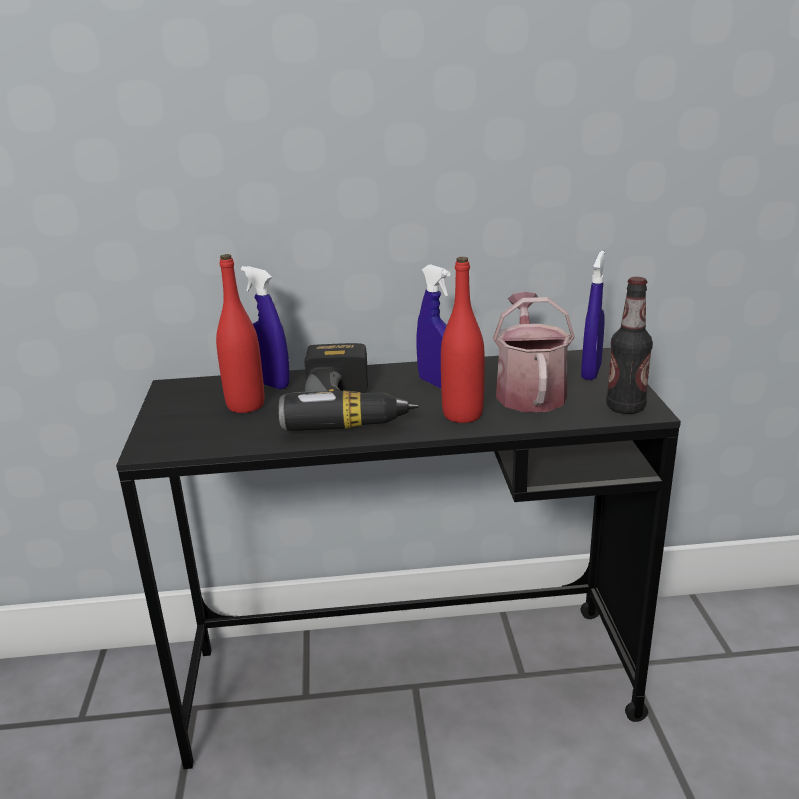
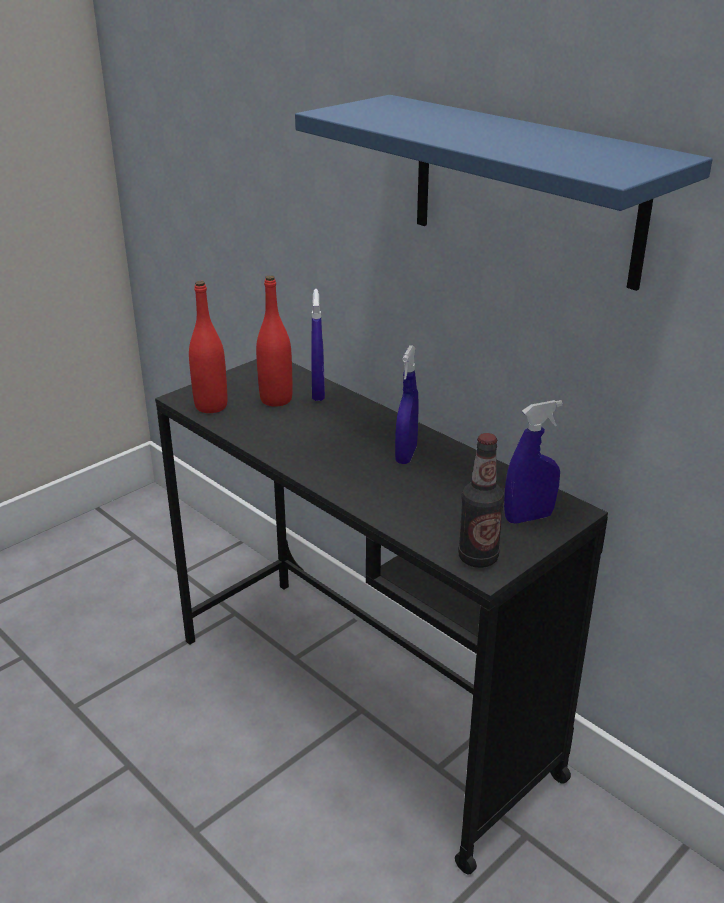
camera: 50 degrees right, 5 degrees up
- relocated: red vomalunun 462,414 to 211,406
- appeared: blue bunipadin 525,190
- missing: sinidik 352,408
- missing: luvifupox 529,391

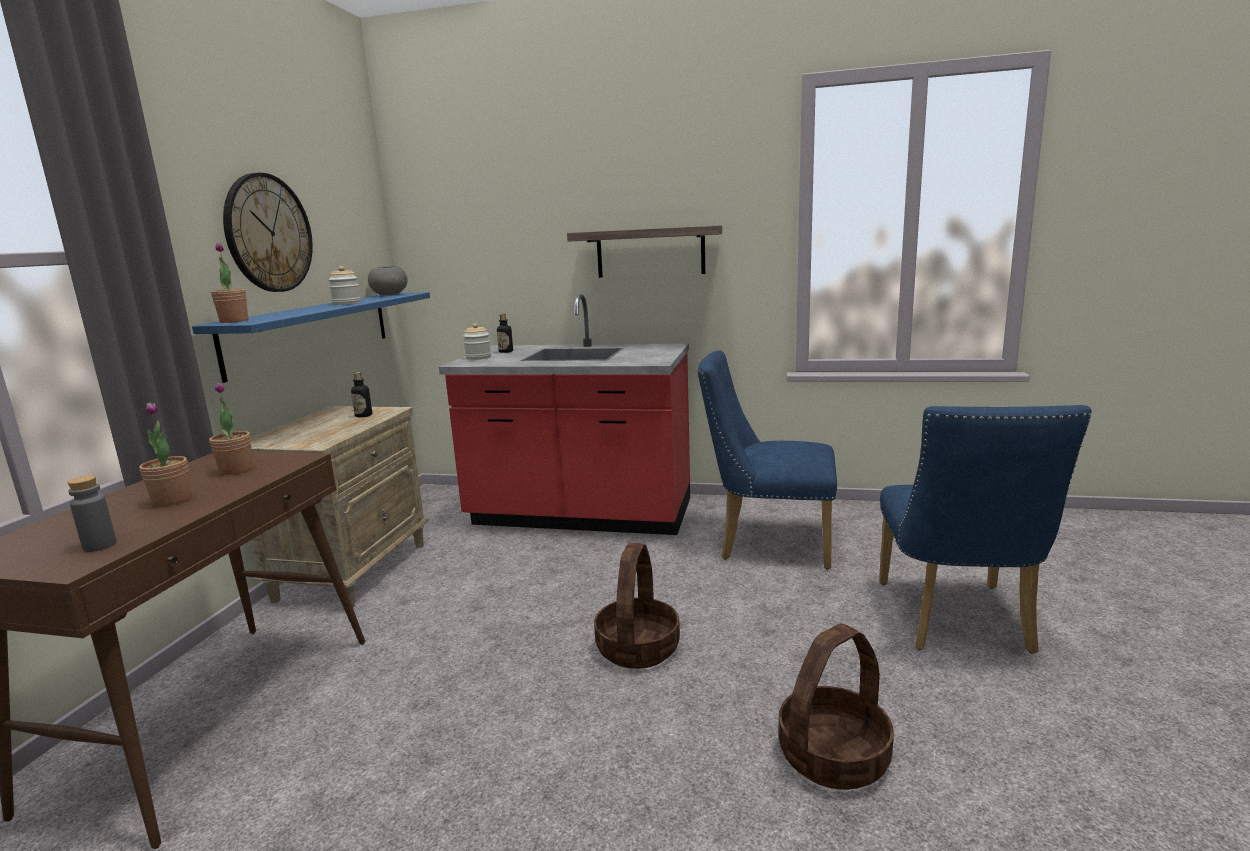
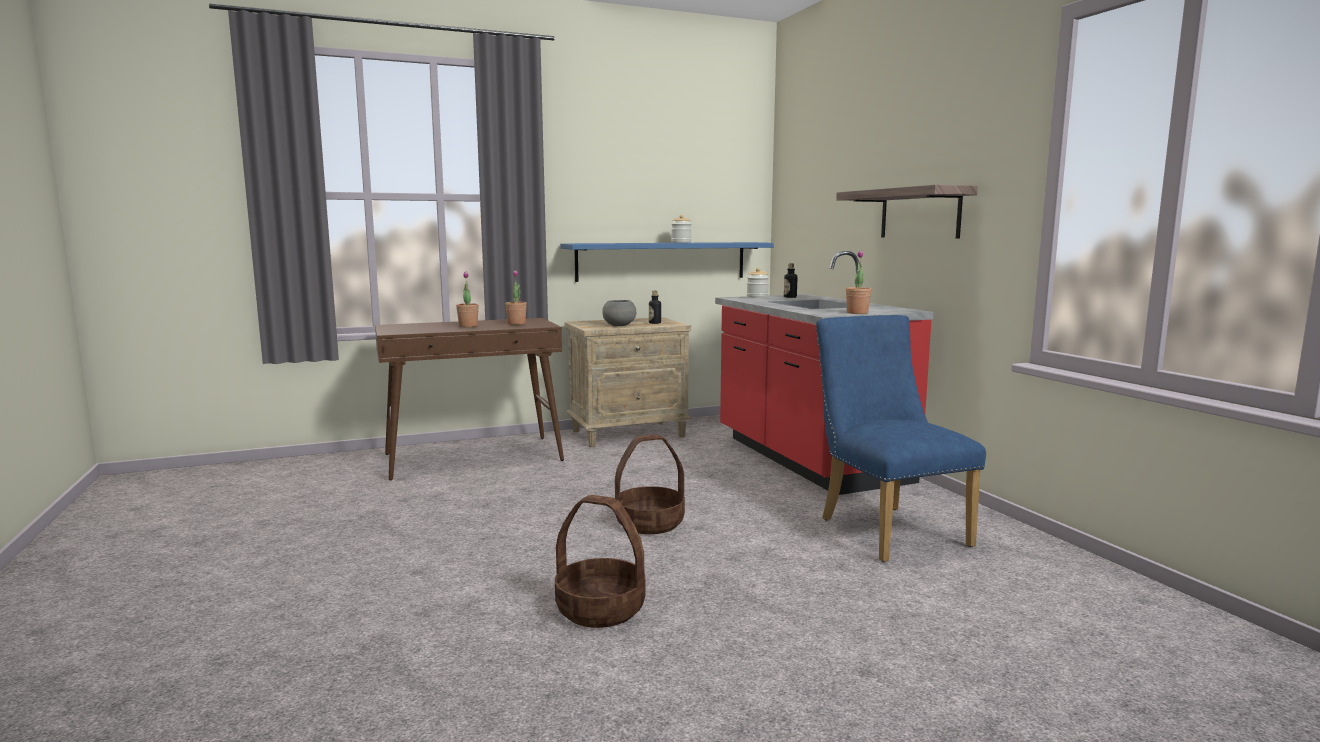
camera: 55 degrees right, 5 degrees down
- relocated: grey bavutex 389,294 to 619,325
- relocated: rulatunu 234,321 to 857,313
- missing: grey vomalunun 100,546
- missing: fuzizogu 268,233
- missing: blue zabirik 956,623

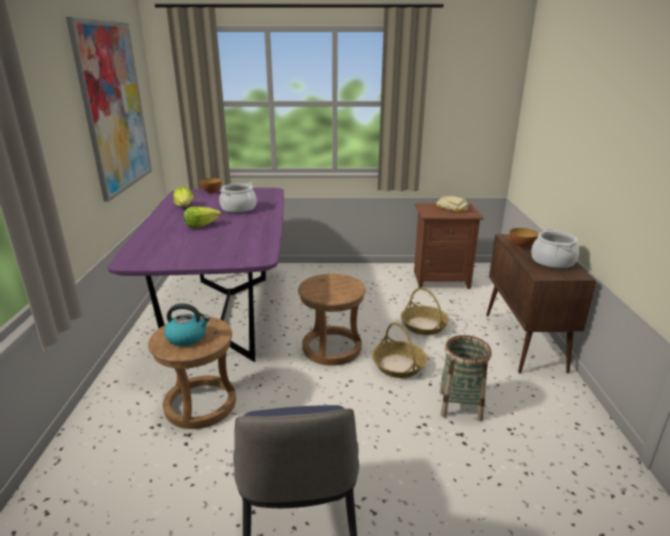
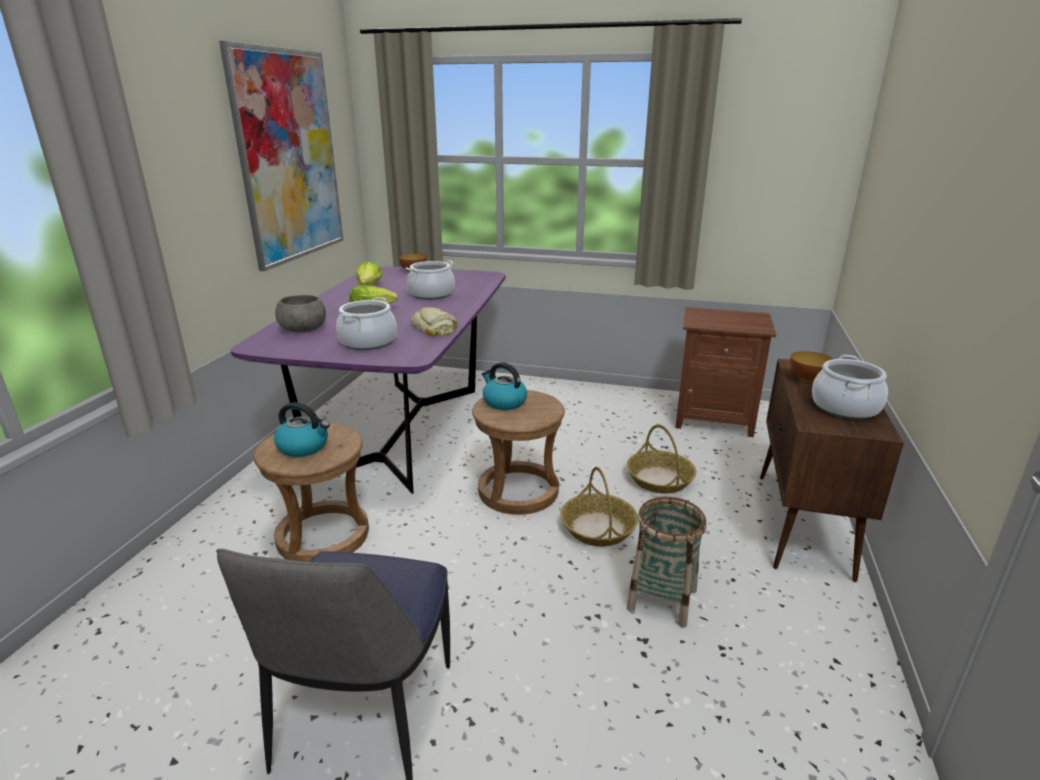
camera: 15 degrees right, 0 degrees up
- appeared: grey bavutex 304,329
- appeared: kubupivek 368,342
- relocated: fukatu 452,208 to 434,328
- appeared: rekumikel 504,402

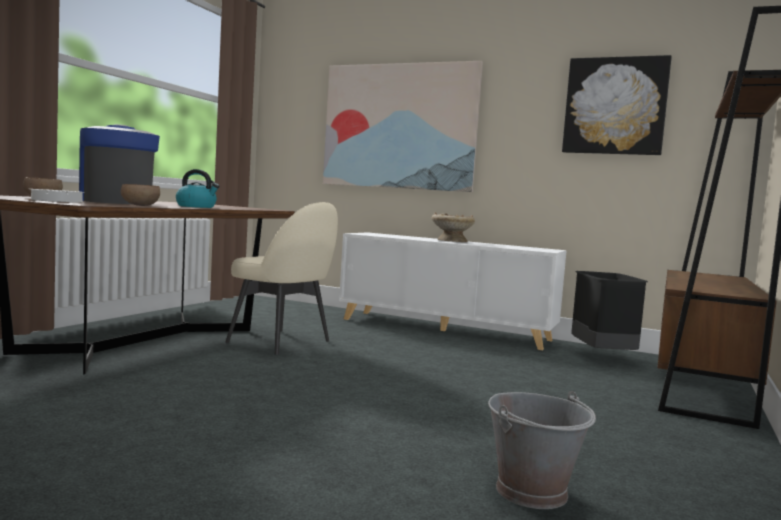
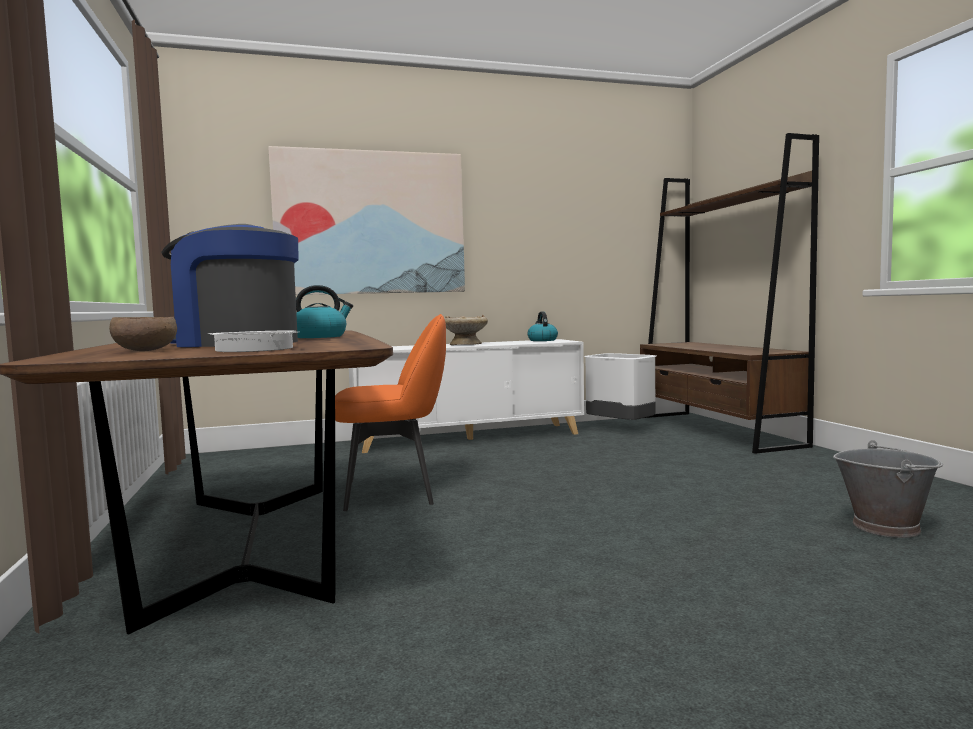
camera: 40 degrees left, 0 degrees up
- colour: beige zabirik 281,342 to orange zabirik 392,492
- appeared: rekumikel 542,340
- colour: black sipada 603,357 to white sipada 621,428
- missing: brown bavutex 140,205
- missing: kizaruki 615,106

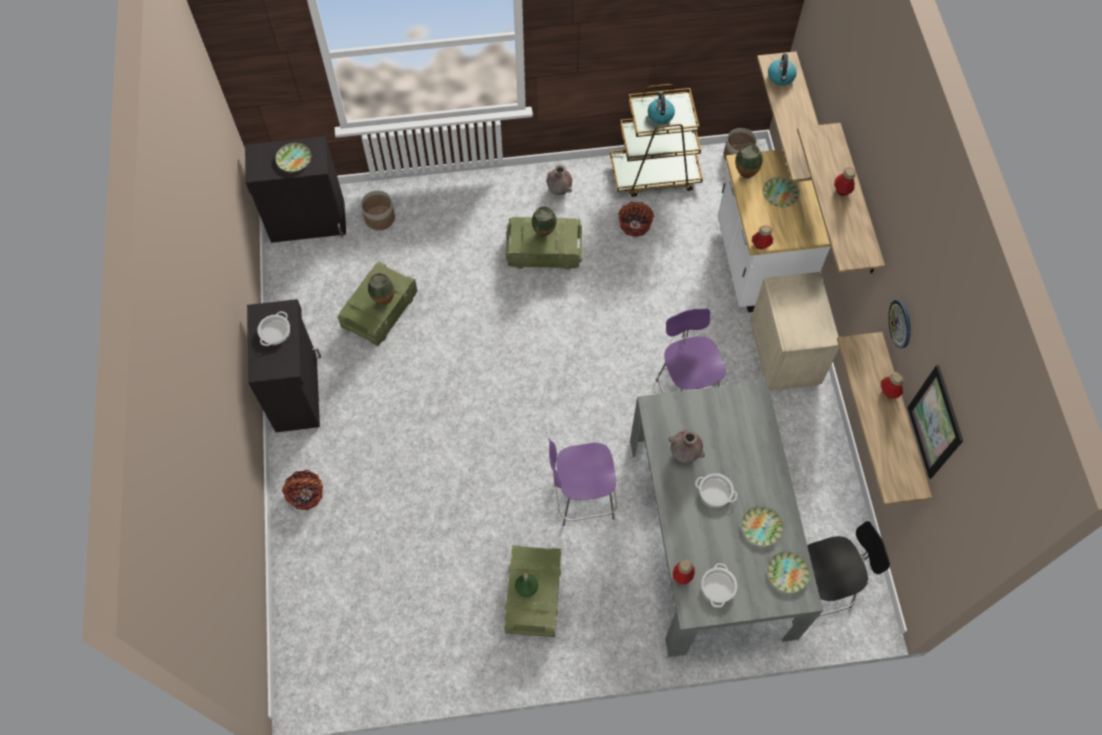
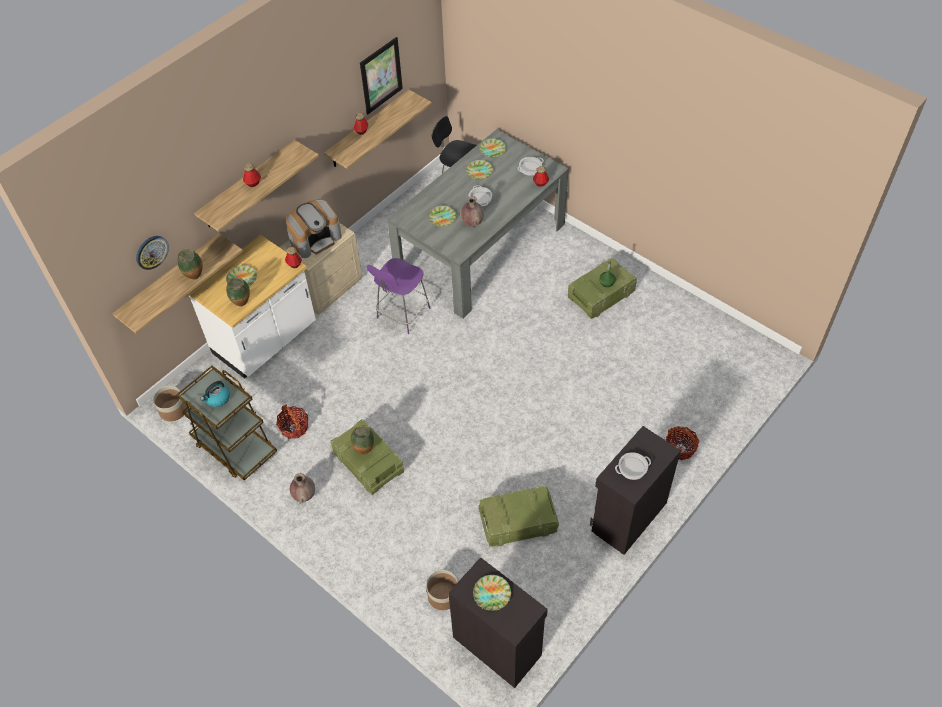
camera: 130 degrees left, 10 degrees down
- relocated: fuzizogu 901,323 to 151,252
- relocated: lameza 383,301 to 195,278
- appeared: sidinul 315,239
- appeared: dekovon 442,217
- missing: purple zabirik 582,498
- missing: rekumikel 781,77

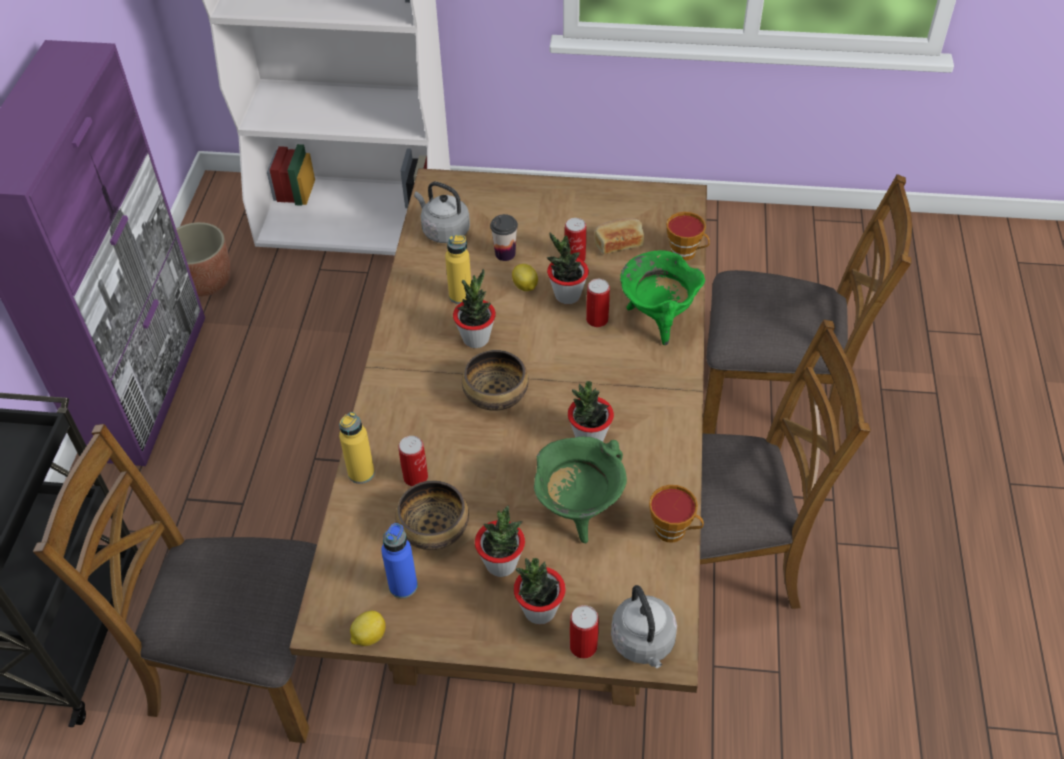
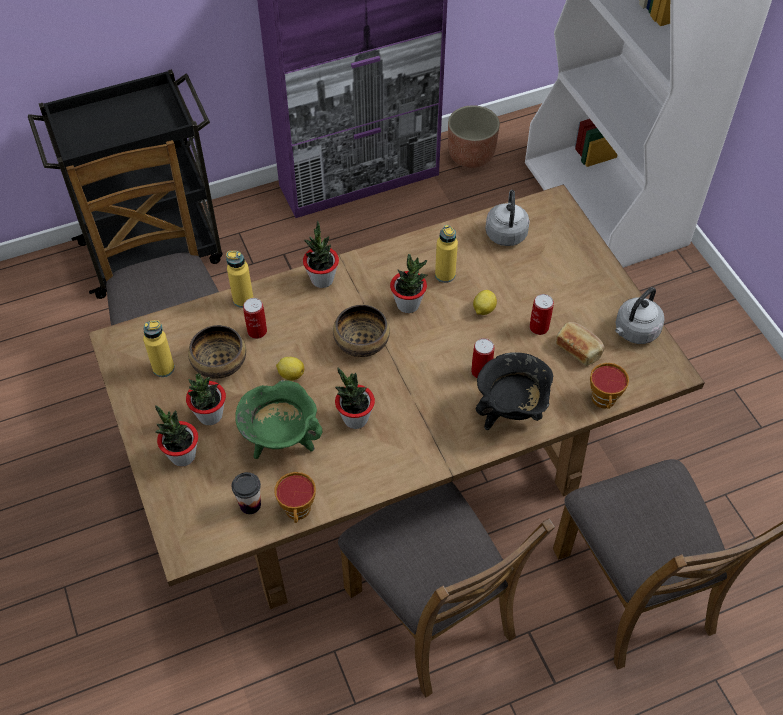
camera: 60 degrees right, 5 degrees up
- colour: blue vomalunun 403,586 to yellow vomalunun 163,368
- relocated: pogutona 505,254 to 250,504
- relocated: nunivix 368,636 to 290,374
- relocated: rulatunu 567,295 to 322,279
- colour: green kubupivek 657,319 to black kubupivek 510,412
- relocated: grey rekumikel 644,644 to 634,332
- missing: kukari 583,646

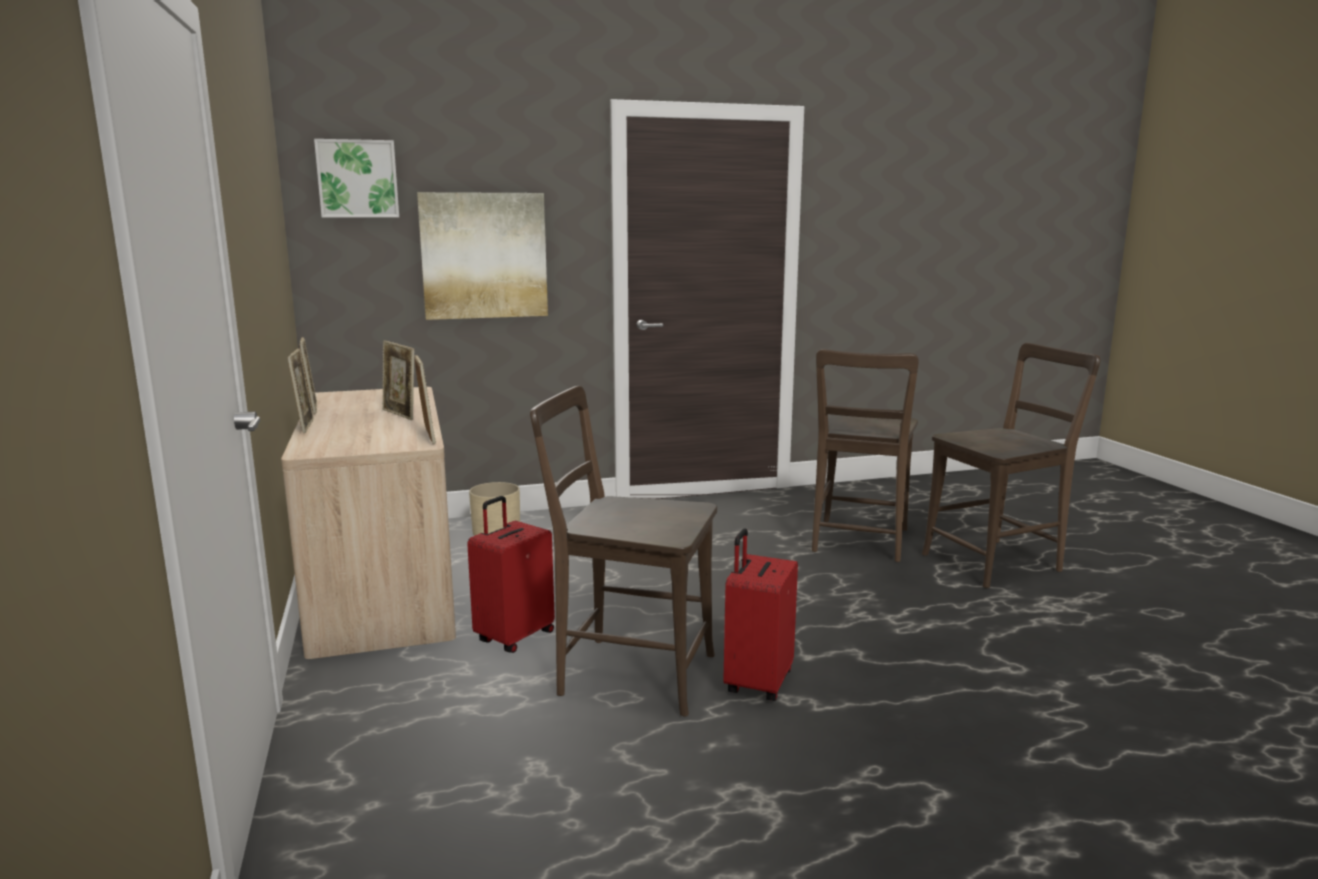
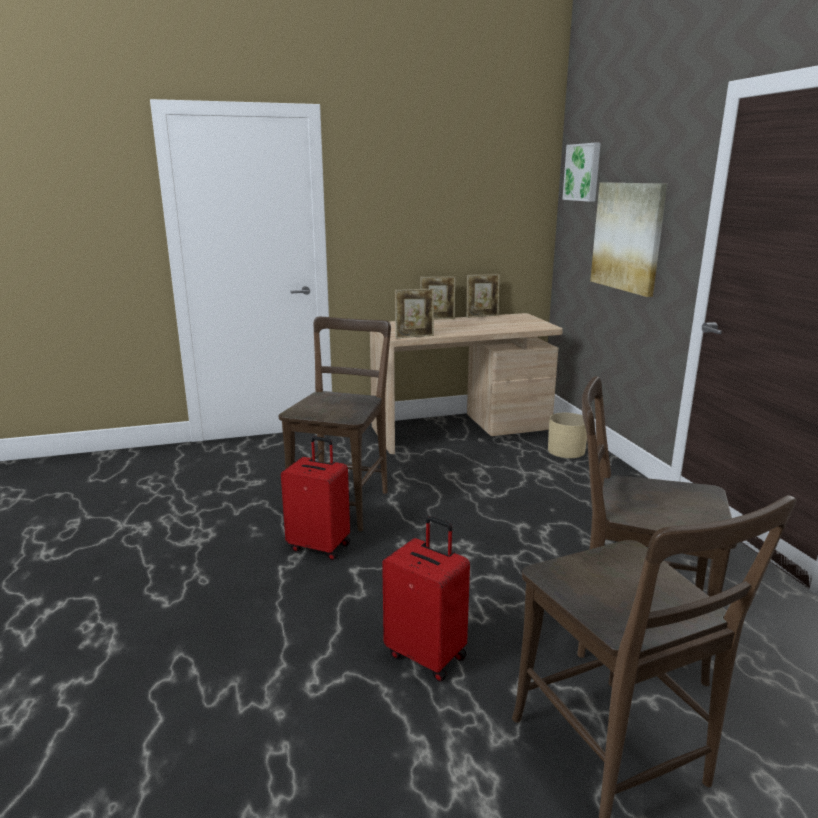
camera: 90 degrees right, 5 degrees up
- relocated: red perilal 514,637 to 427,655
- missing: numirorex 400,414

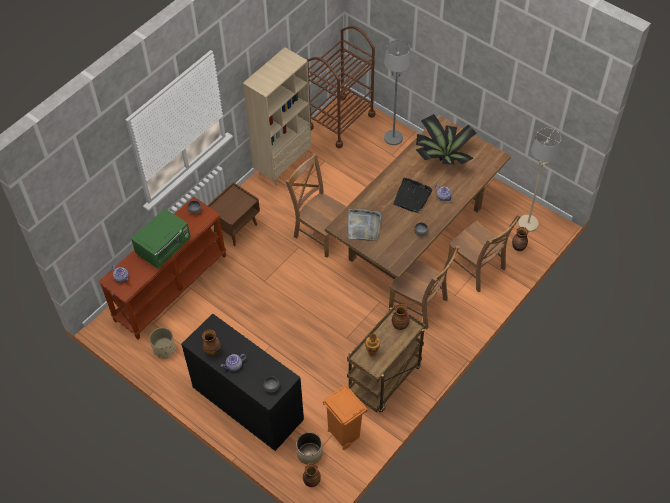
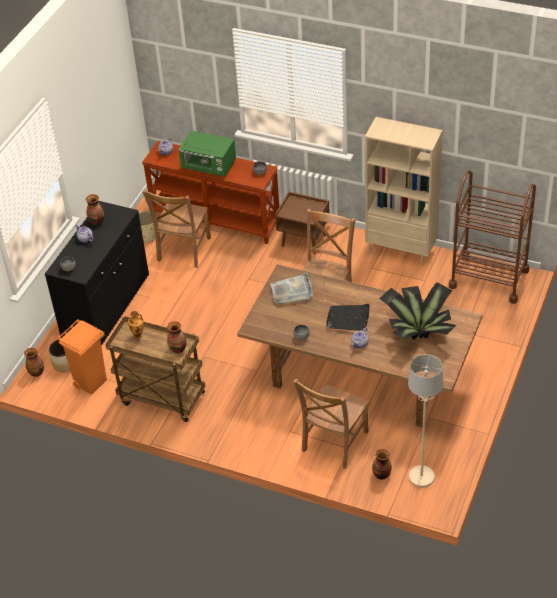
camera: 75 degrees right, 10 degrees down
- relocated: brown zabirik 420,305 to 183,251
- missing: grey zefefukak 393,138

